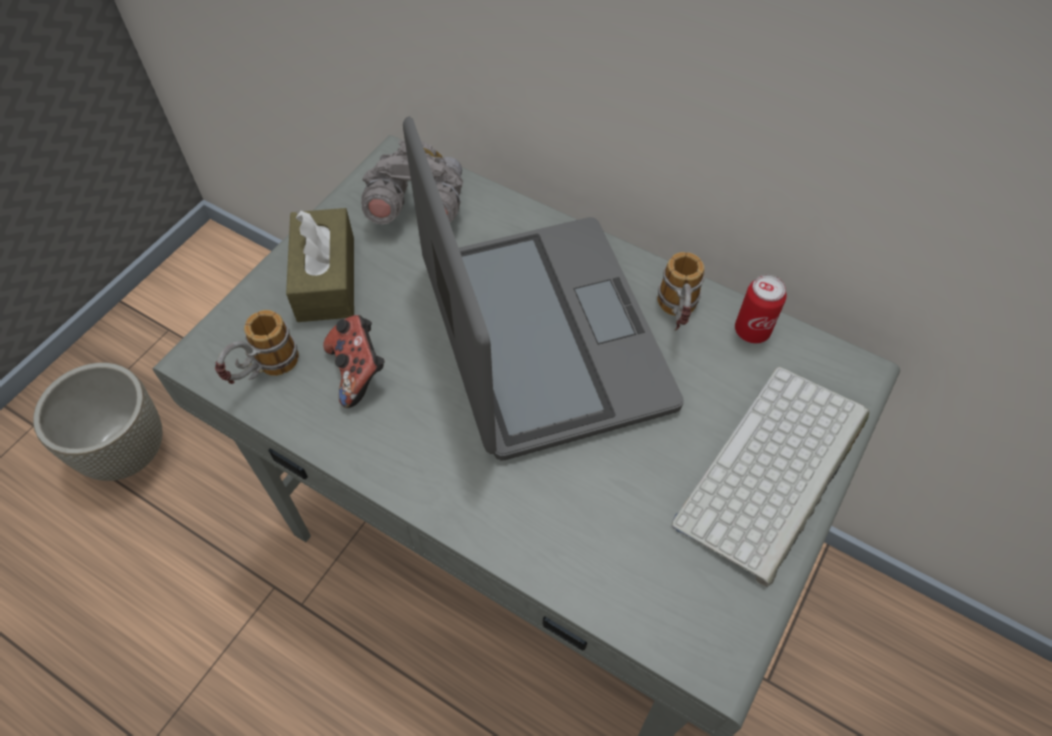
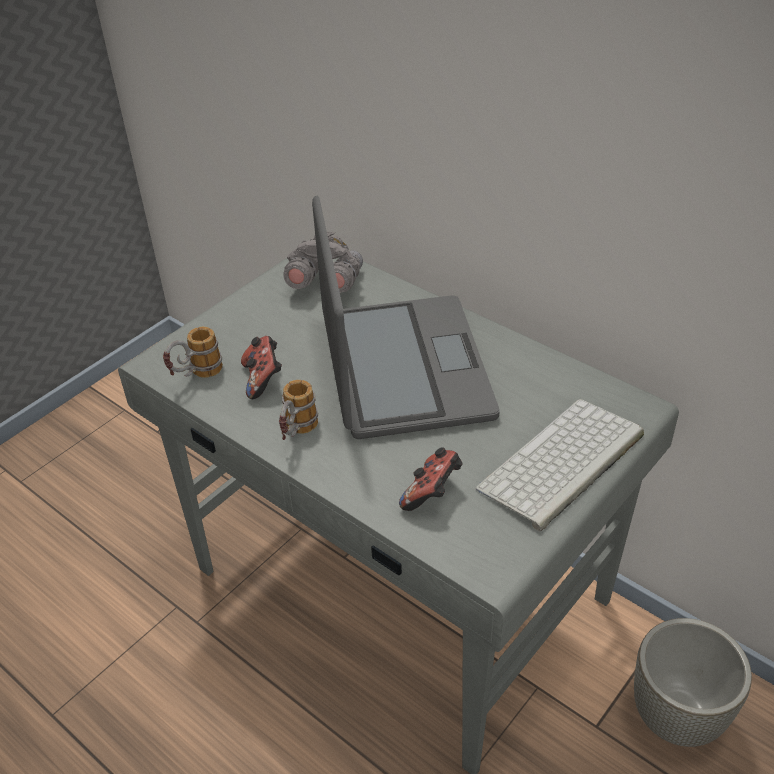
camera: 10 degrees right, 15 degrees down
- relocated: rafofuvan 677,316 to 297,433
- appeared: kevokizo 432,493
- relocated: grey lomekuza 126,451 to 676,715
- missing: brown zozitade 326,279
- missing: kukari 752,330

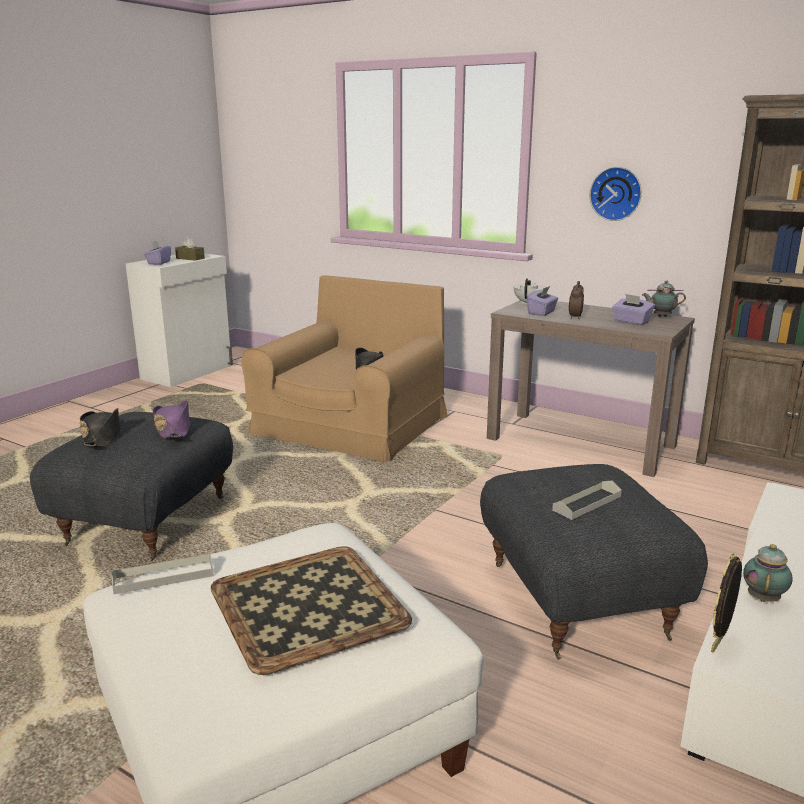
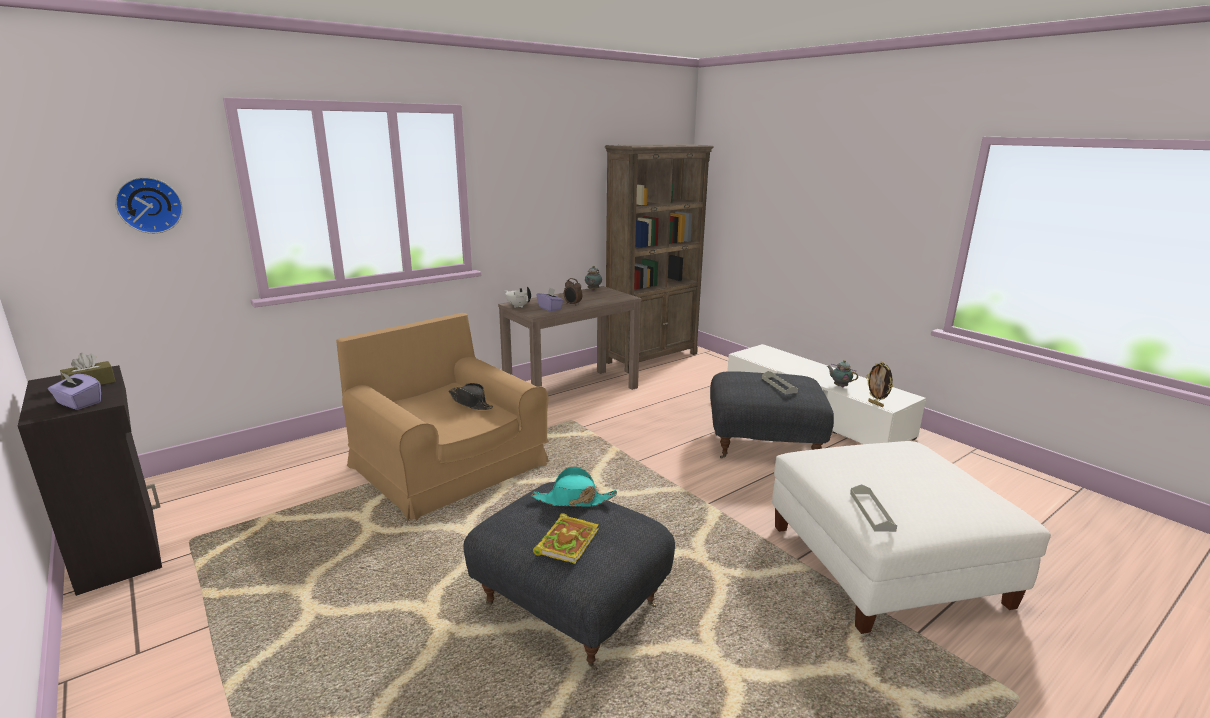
camera: 70 degrees left, 0 degrees up
- colour: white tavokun 188,372 to black tavokun 120,547
- relocated: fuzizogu 616,193 to 149,205
- colour: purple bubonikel 173,429 to turquoise bubonikel 573,500
- exchanged: black bubonikel 102,436 to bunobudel 567,541
- missing: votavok 307,607
- missing: purple zozitade 631,322

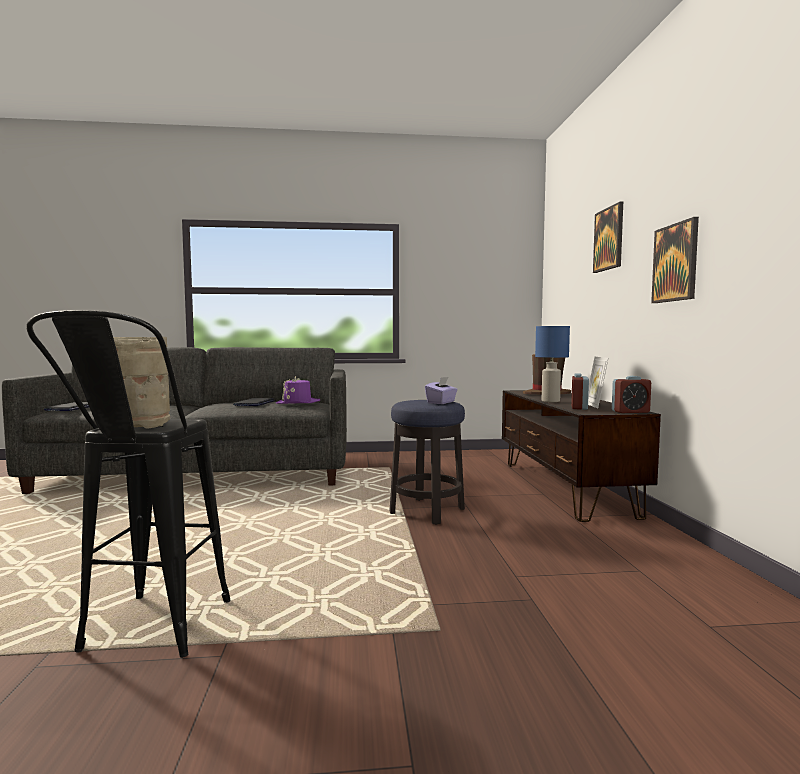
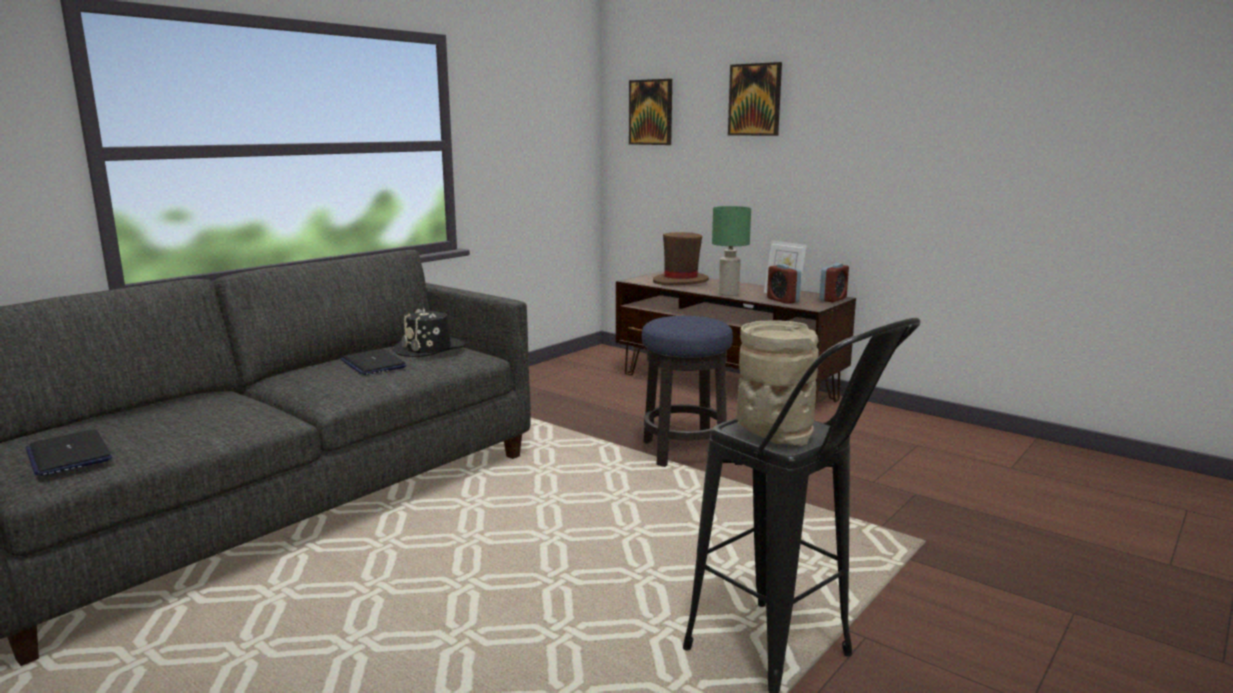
camera: 45 degrees left, 10 degrees up
- colour: purple bubonikel 297,403 to black bubonikel 429,349
- relocated: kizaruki 675,263 to 651,112
- colour: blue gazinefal 550,401 to green gazinefal 728,294
- missing: purple zozitade 441,402

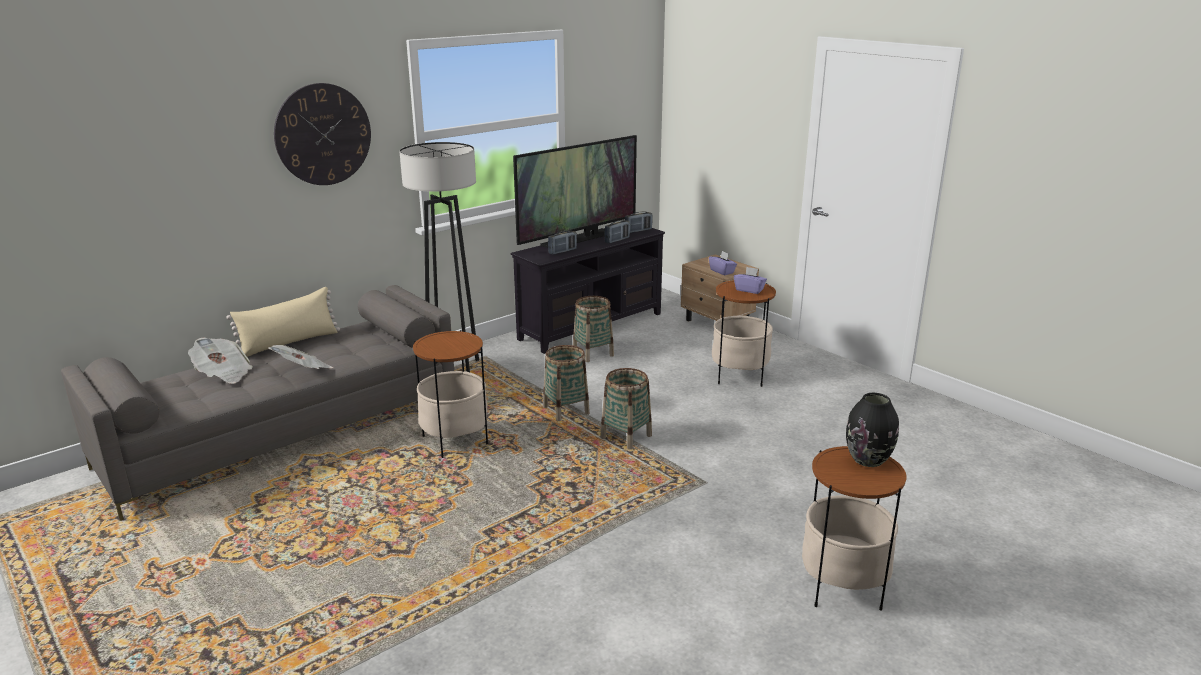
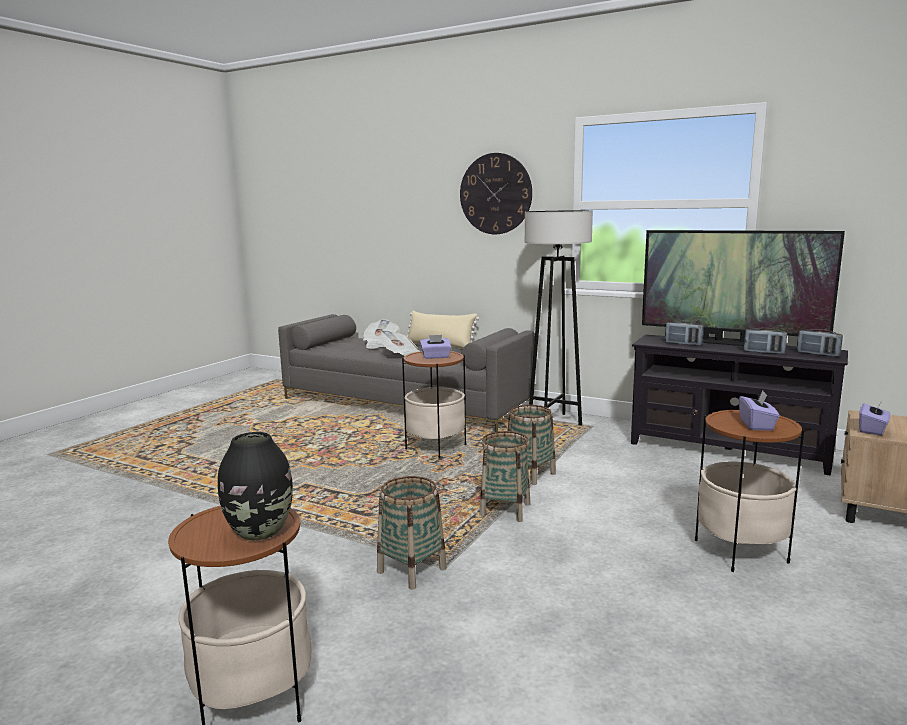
camera: 70 degrees right, 10 degrees down
- relocated: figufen 593,353 to 411,570
- appeared: purple zozitade 436,357

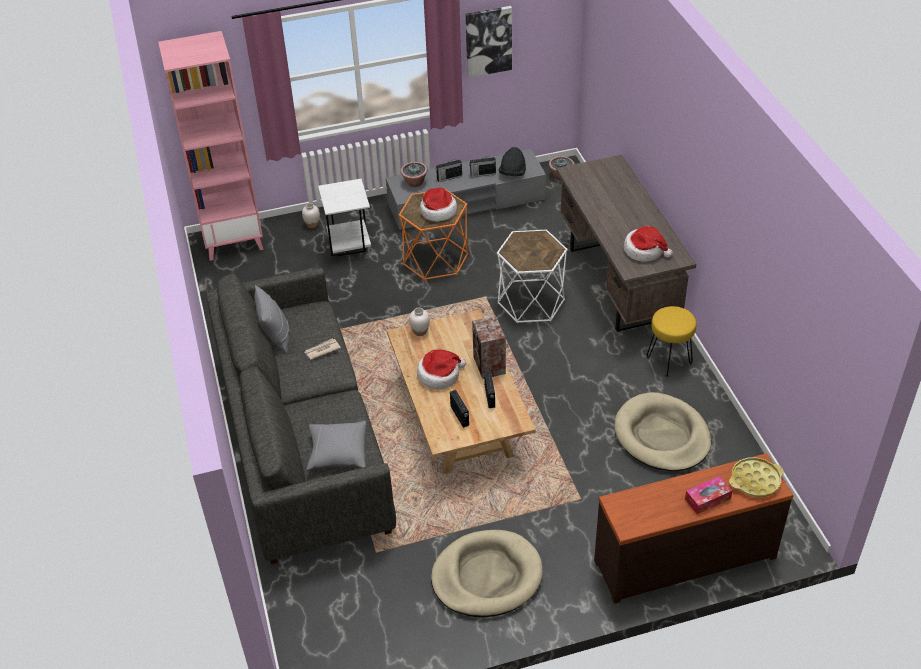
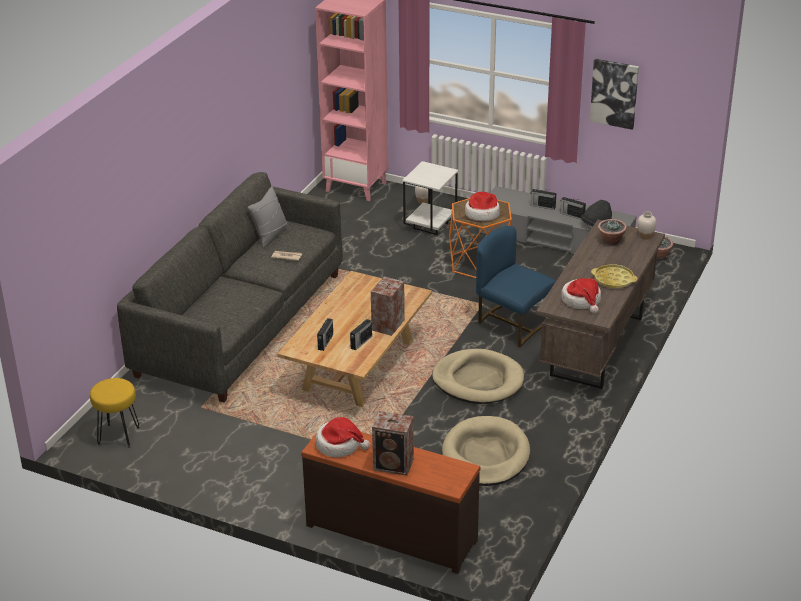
camera: 40 degrees right, 10 degrees down
- relocated: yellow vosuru 668,360 to 118,435
- relocated: bubonikel 440,375 to 339,445
- exchanged: zozitade 707,499 to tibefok 394,465
- relocated: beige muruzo 487,576 to 478,380
- exchanged: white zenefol 531,301 to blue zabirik 512,324
- relocated: yellow votavok 755,481 to 613,280
- relocated: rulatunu 415,183 to 611,241
- relocated: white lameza 420,332 to 645,236
- missing: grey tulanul 338,452

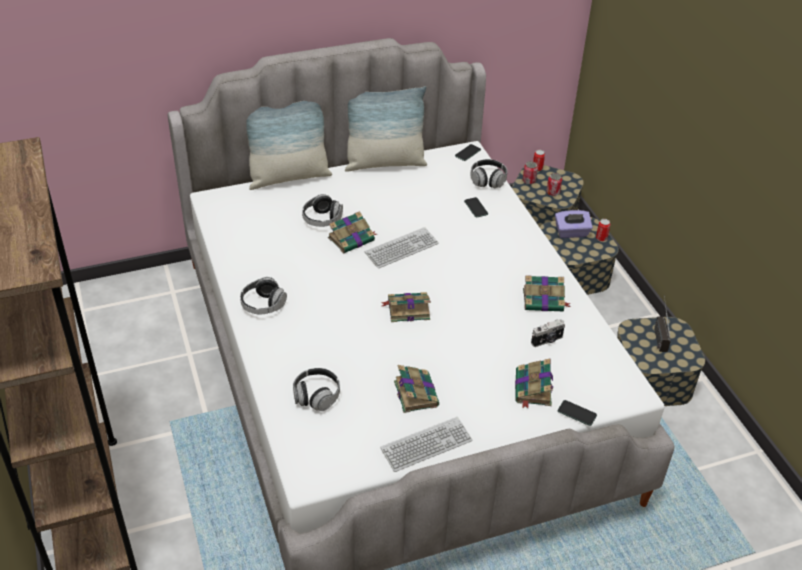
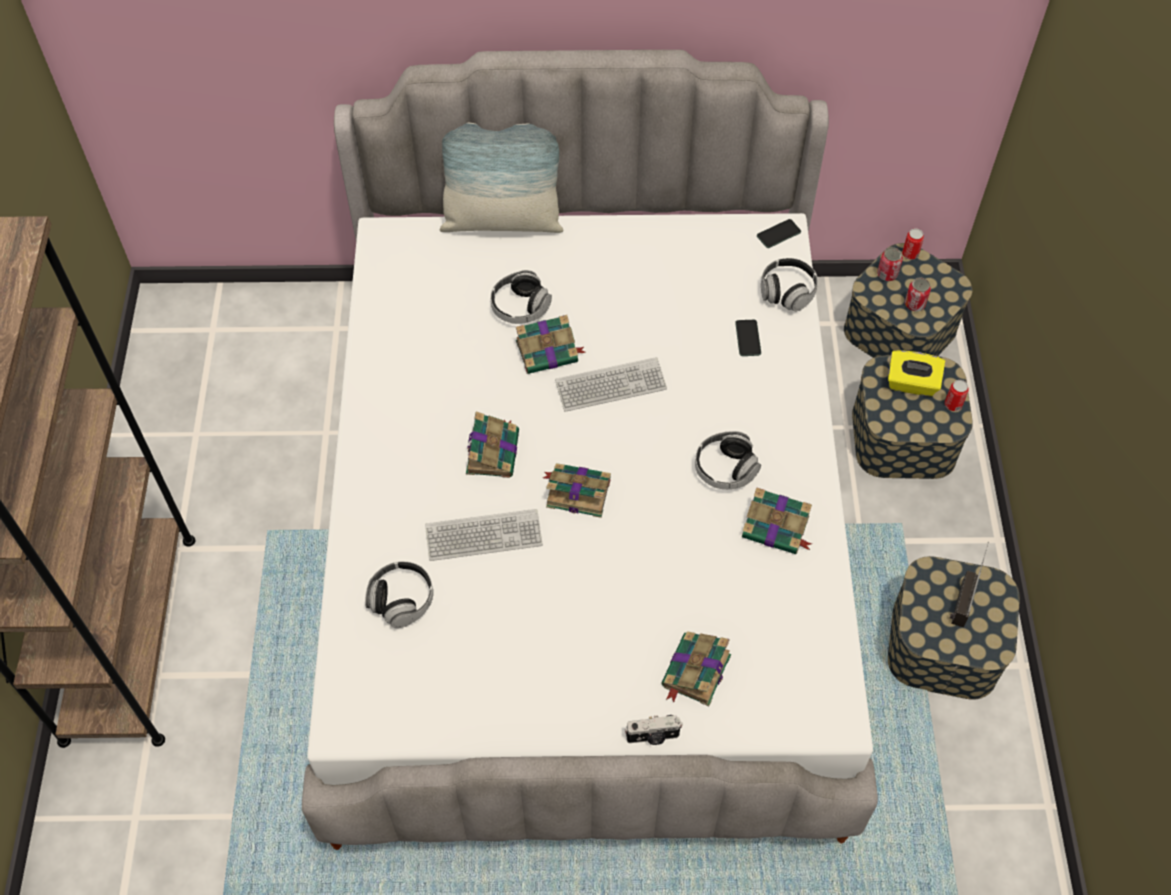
camera: 20 degrees right, 15 degrees up
- relocated: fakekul 426,445 to 483,536
- relocated: bunobudel 415,393 to 493,451
- relocated: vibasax 547,341 to 653,737
- relocated: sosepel 263,305 to 725,469
- colour: purple zozitade 571,233 to yellow zozitade 911,384
- missing: tulanul 385,163
- missing: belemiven 577,413

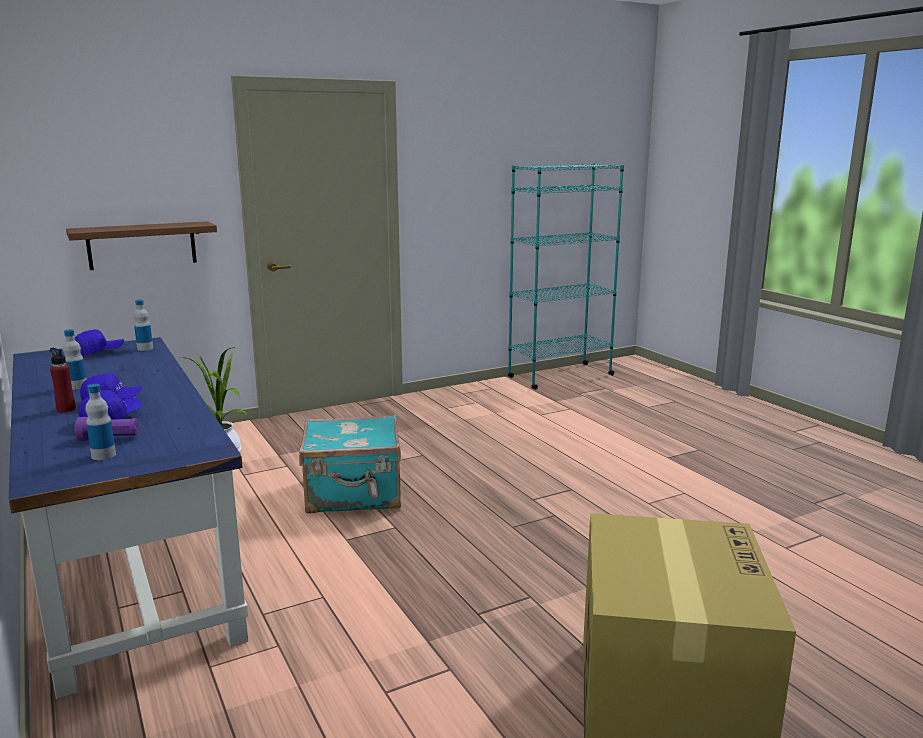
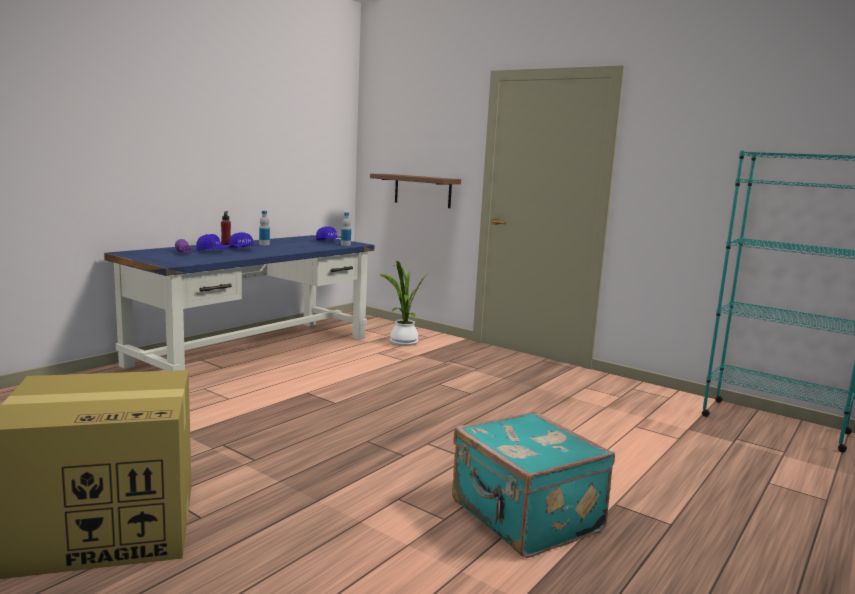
camera: 65 degrees right, 5 degrees down
- relocated: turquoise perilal 354,495 to 524,518
- missing: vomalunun 103,455

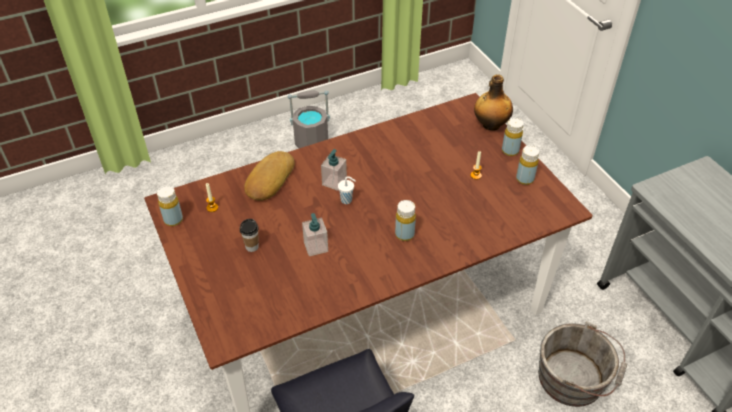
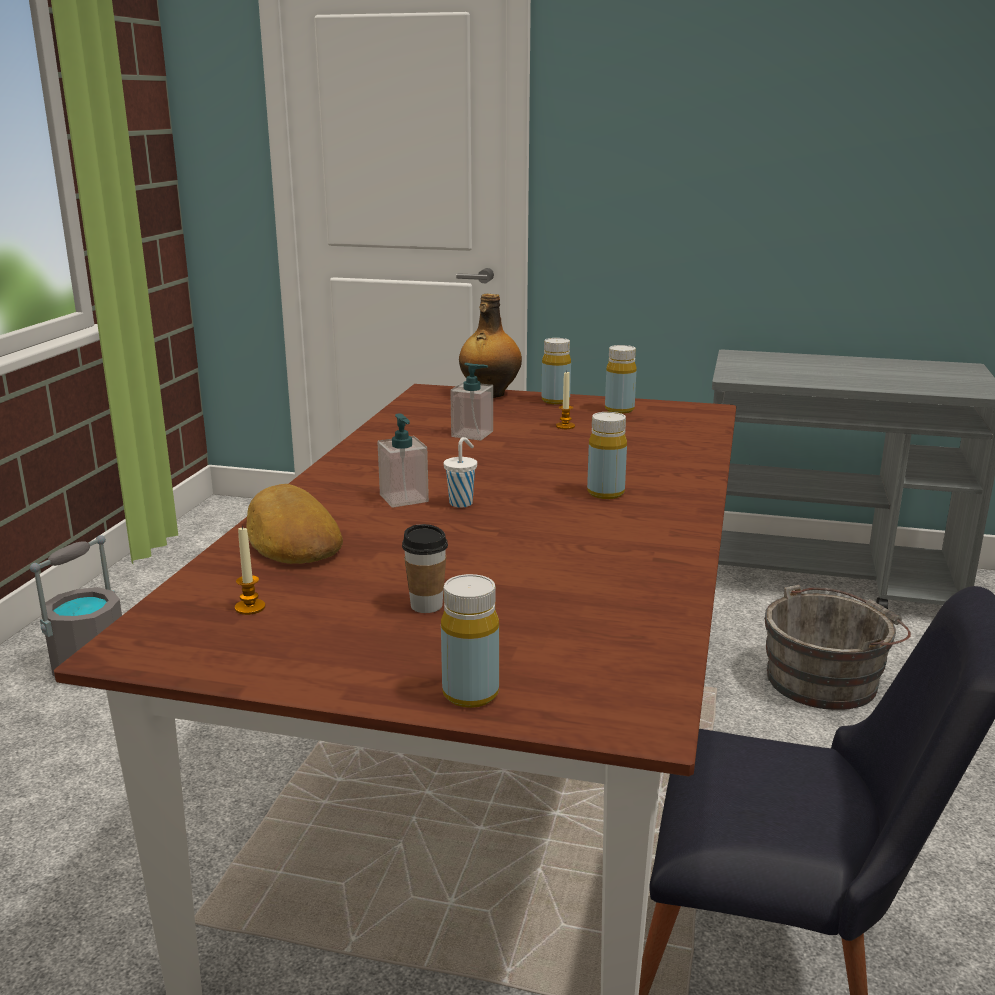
camera: 50 degrees left, 25 degrees down
- relocated: yellow vomalunun 173,220 to 470,694
- relocated: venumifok 316,247 to 472,434

